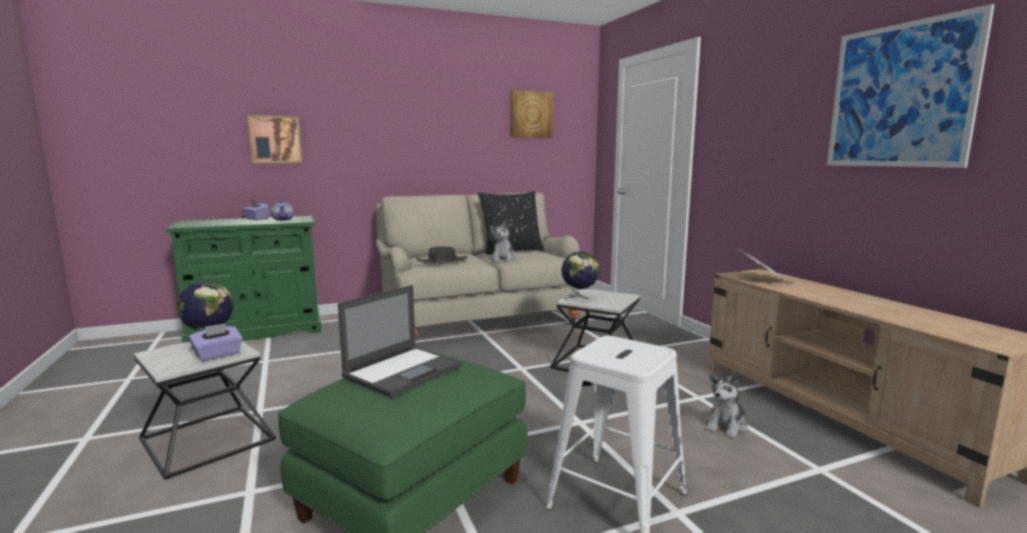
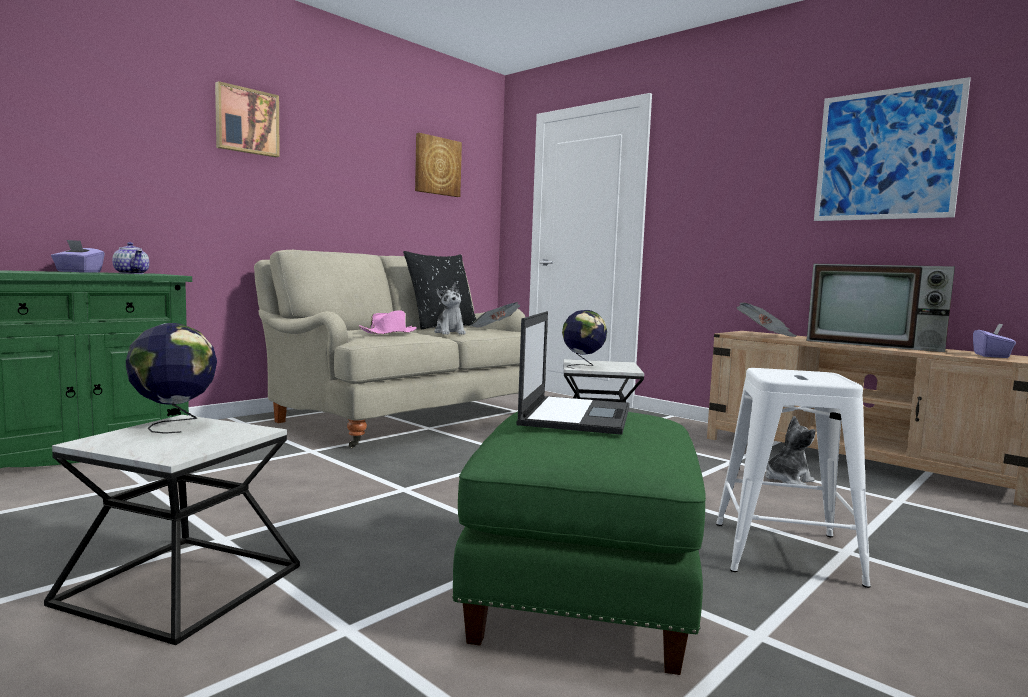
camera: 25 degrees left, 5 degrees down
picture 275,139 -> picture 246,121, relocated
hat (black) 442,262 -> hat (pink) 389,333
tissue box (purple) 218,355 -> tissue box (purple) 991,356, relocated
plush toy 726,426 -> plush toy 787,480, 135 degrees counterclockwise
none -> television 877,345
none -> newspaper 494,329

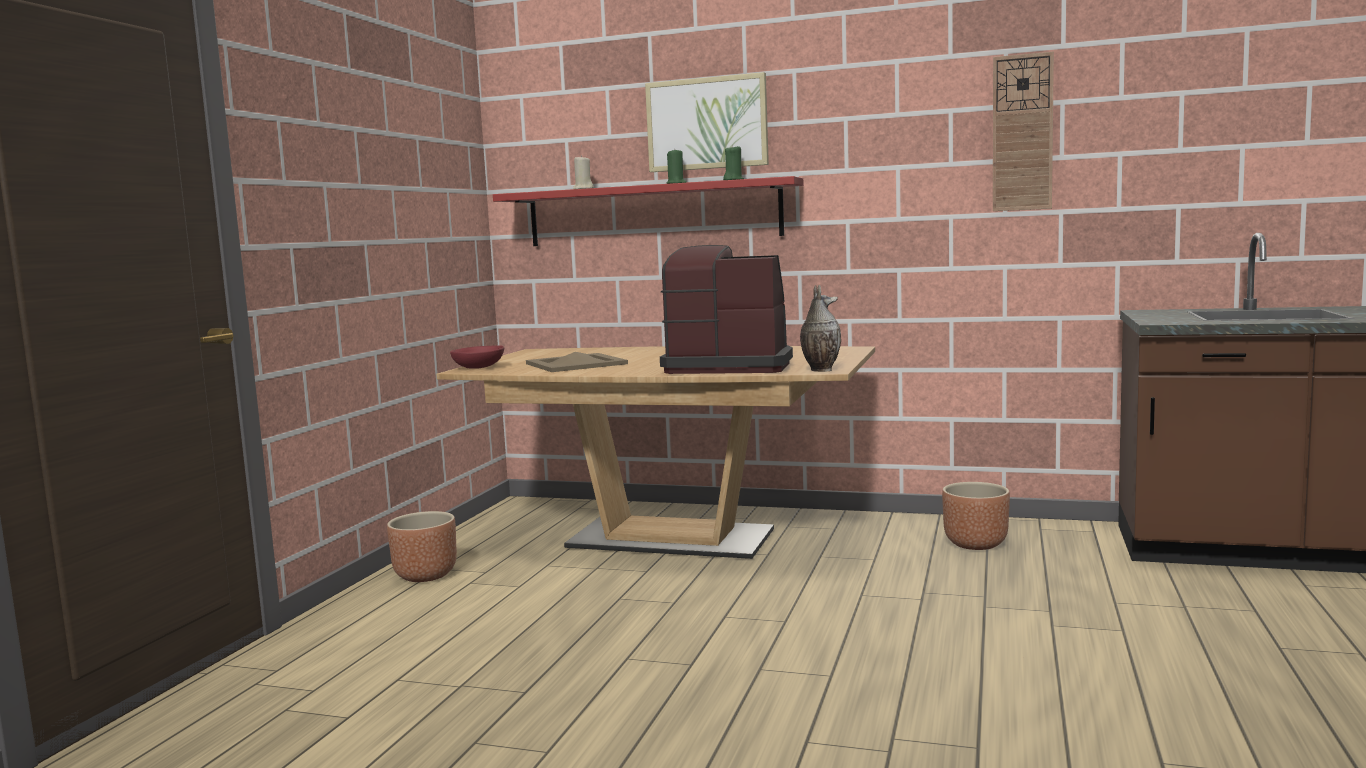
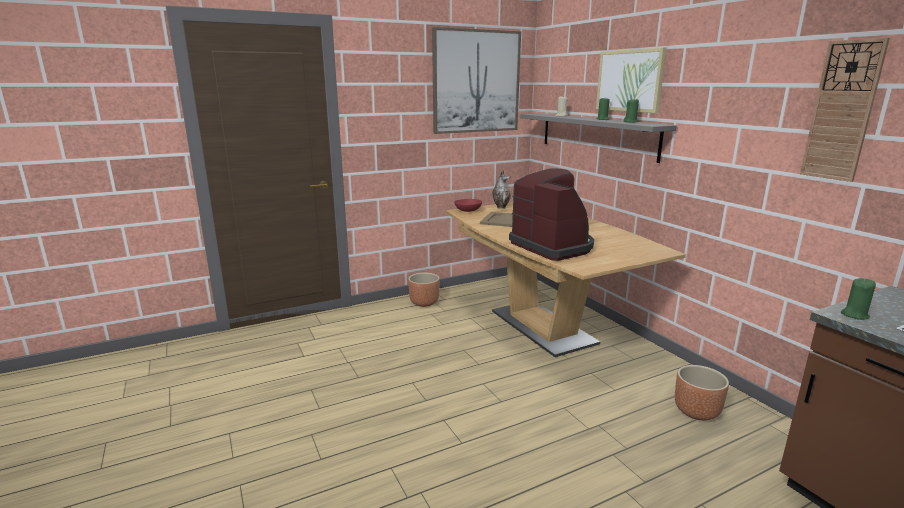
camera: 45 degrees right, 10 degrees up
shelf (red) 652,214 -> shelf (grey) 596,135
vase 820,370 -> vase 501,207, relocated
none -> picture 476,82
none -> candle (green) 854,315

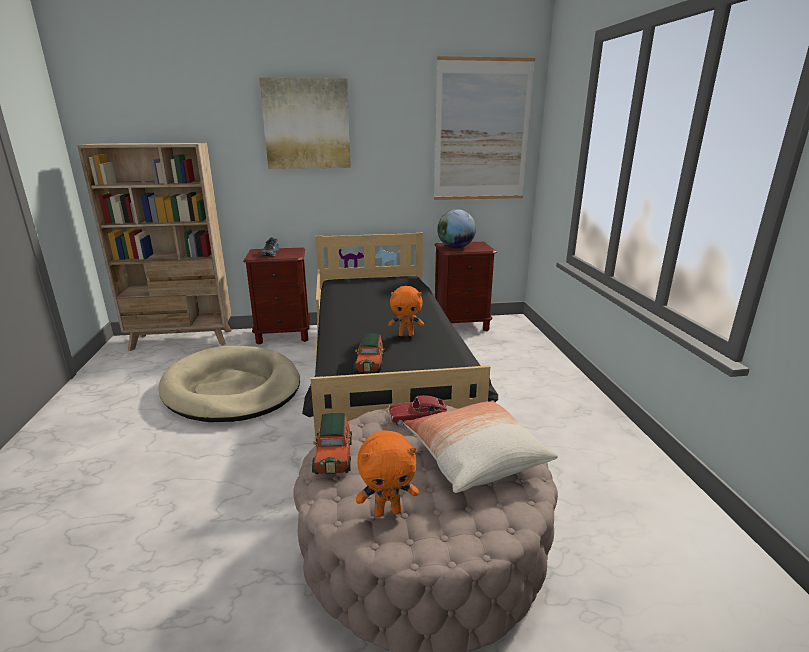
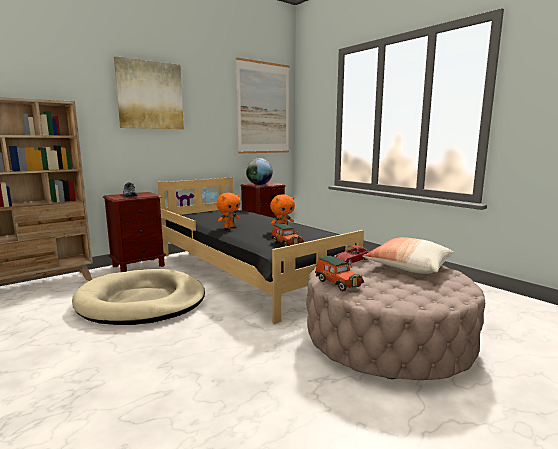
camera: 30 degrees left, 10 degrees down
plush toy (orange) 388,511 -> plush toy (orange) 229,227, relocated

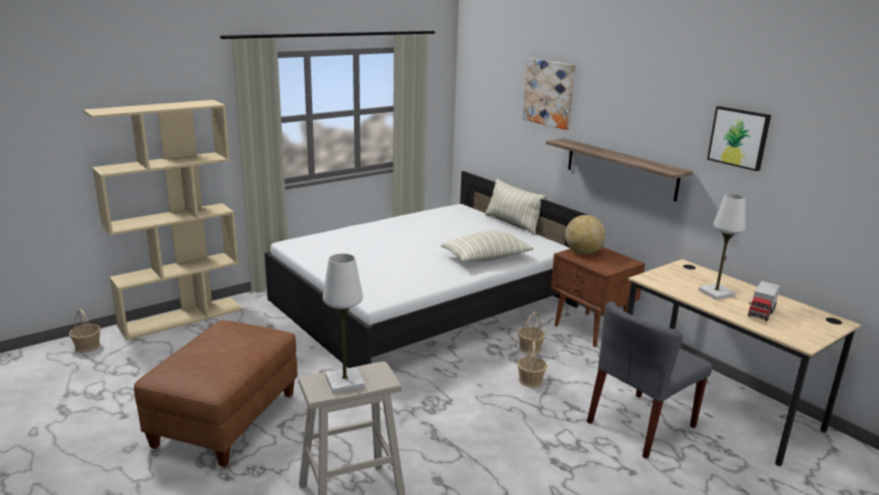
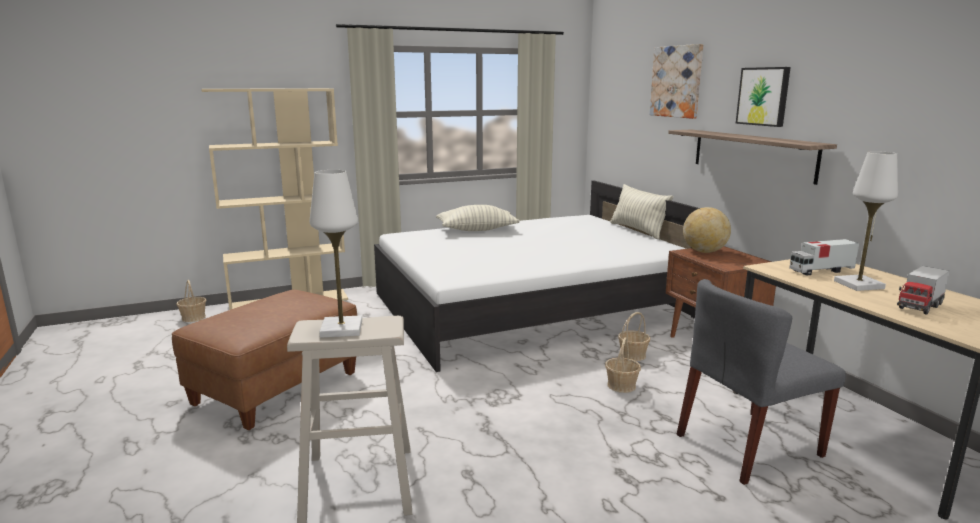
camera: 15 degrees right, 5 degrees down
picture 739,137 -> picture 763,96, relocated
pillow 486,258 -> pillow 477,230, relocated
none -> toy truck 821,271

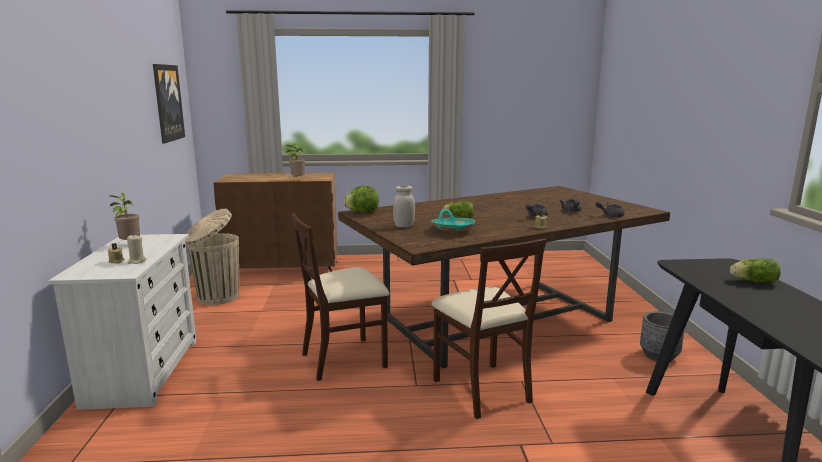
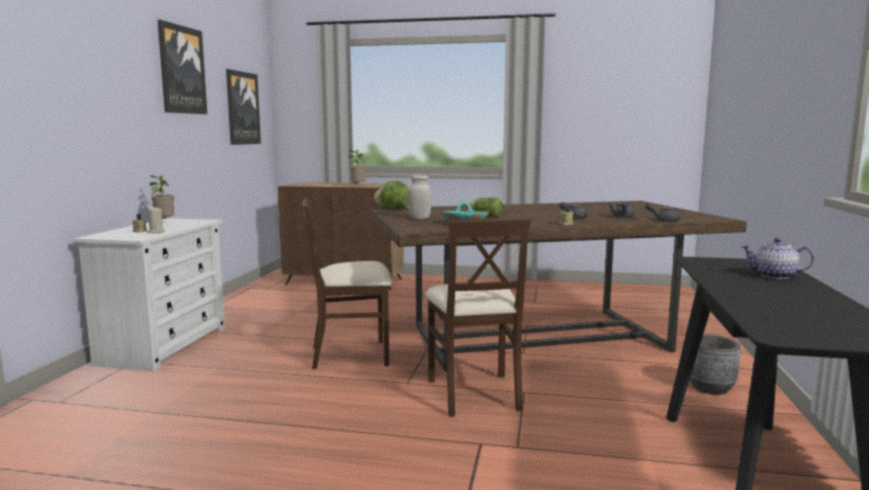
camera: 15 degrees right, 5 degrees down
trash can (beige) 217,297 -> none
lettuce 752,281 -> teapot 774,276
none -> picture 181,70

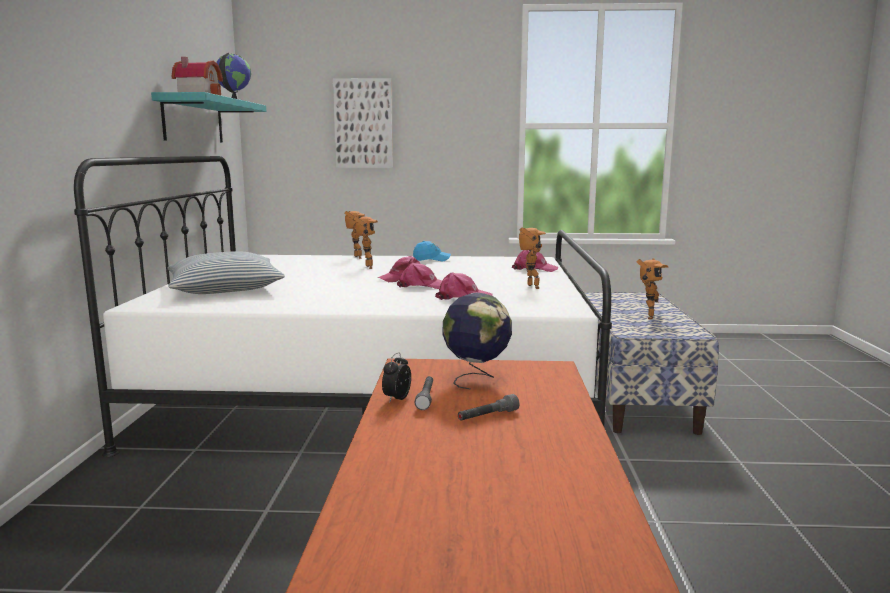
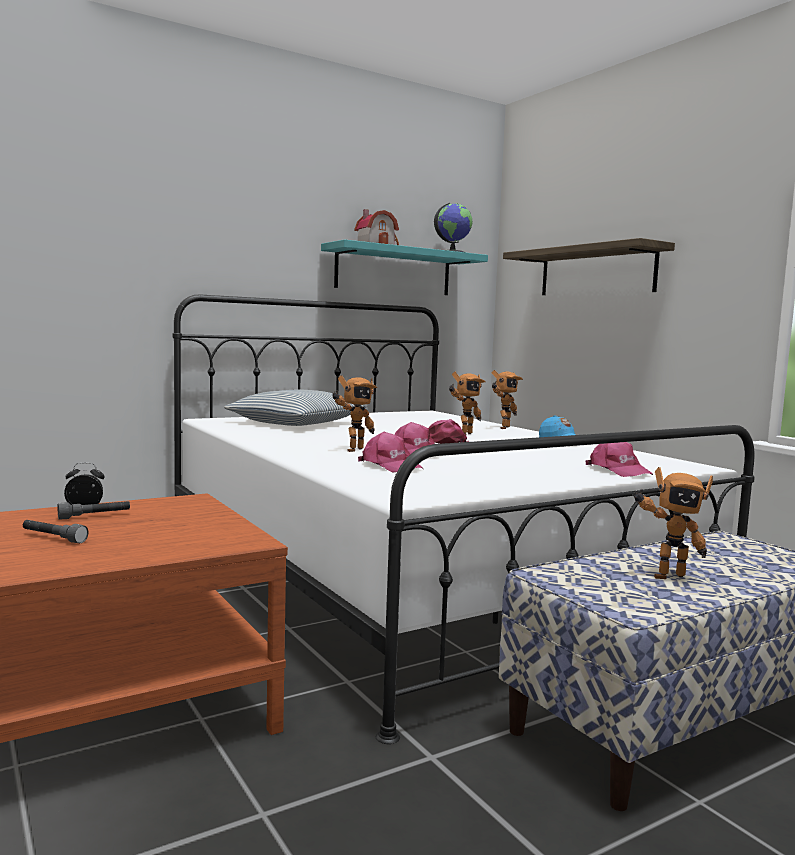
camera: 55 degrees right, 5 degrees down
picture 363,123 -> shelf 596,272
toy robot 530,287 -> toy robot 352,449, relocated
globe 476,379 -> none

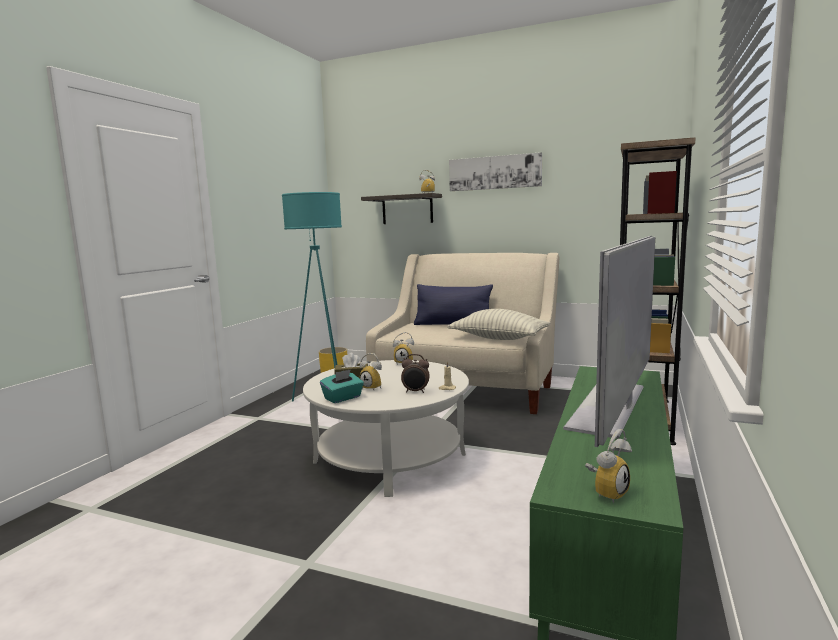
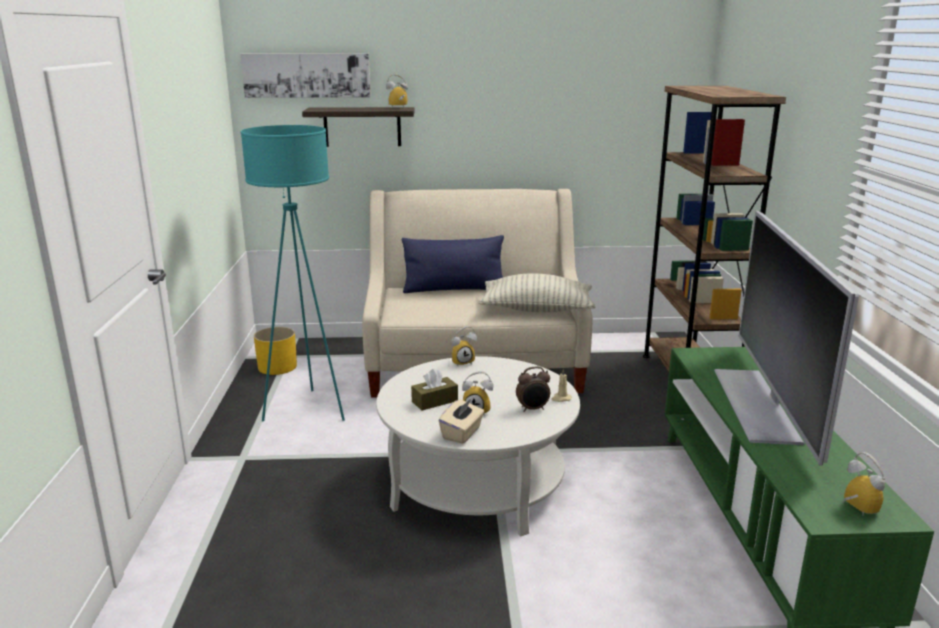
camera: 25 degrees left, 10 degrees up
picture 494,172 -> picture 307,75, relocated
tissue box (turquoise) 343,398 -> tissue box (beige) 462,433
alarm clock 607,492 -> alarm clock 855,509, 45 degrees counterclockwise

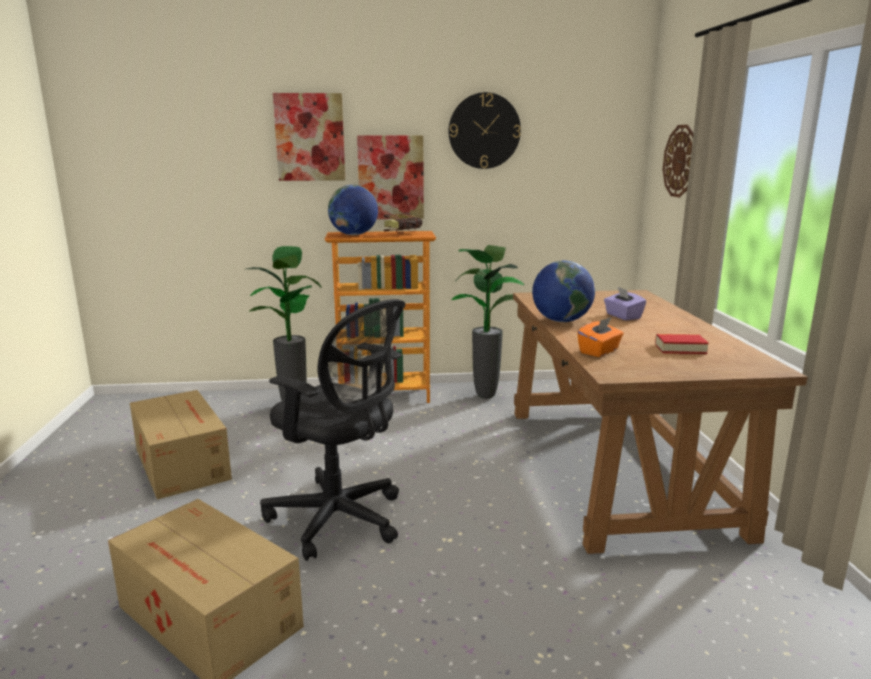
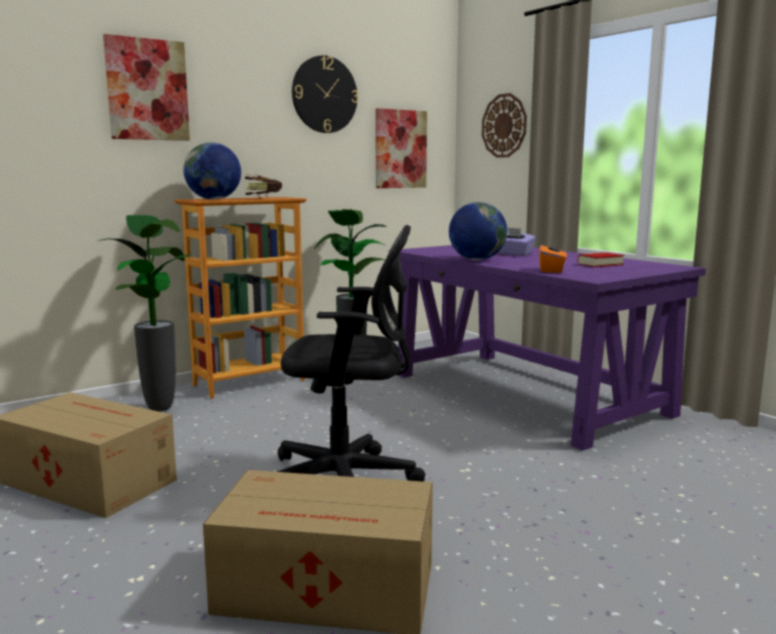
camera: 30 degrees left, 5 degrees down
picture 391,177 -> picture 400,149, relocated
desk (brown) 615,466 -> desk (purple) 526,393

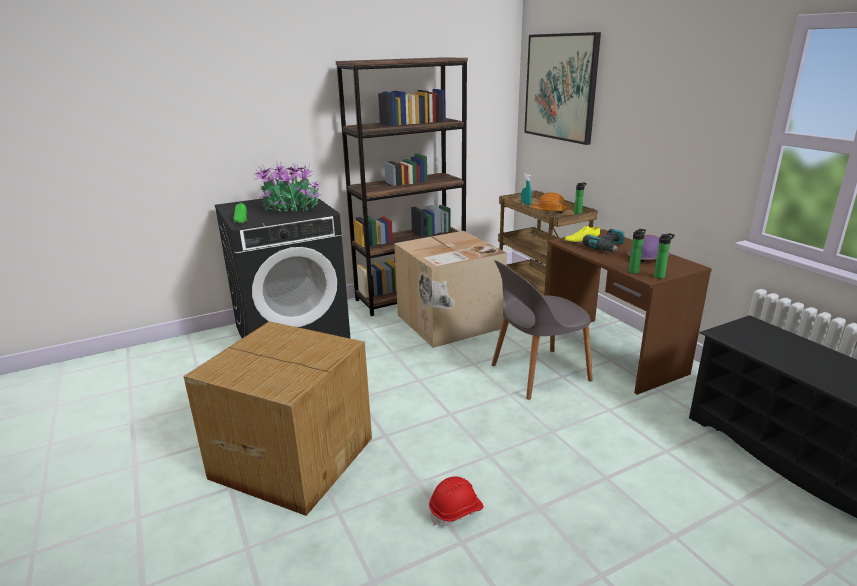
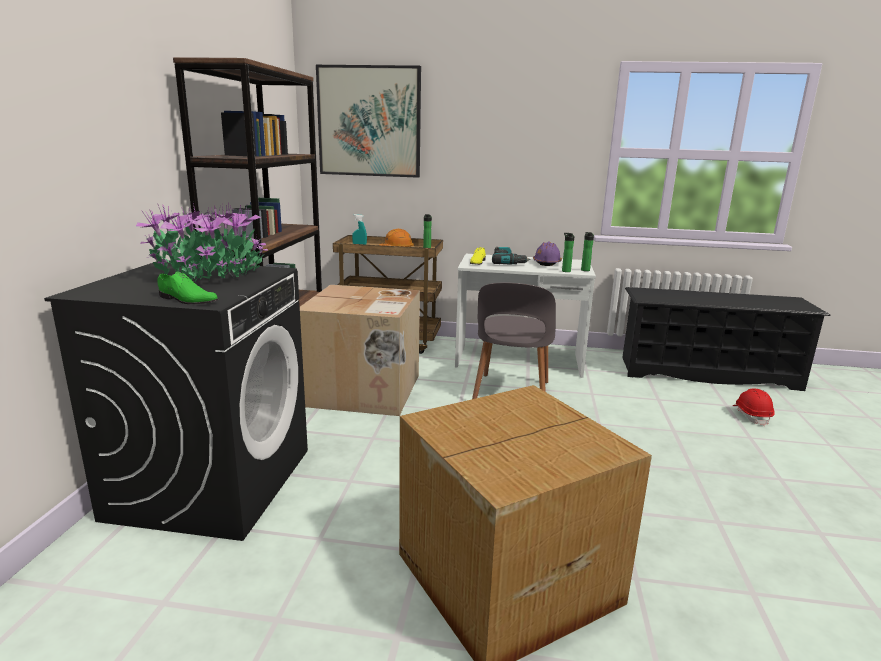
camera: 55 degrees left, 5 degrees down
desk (brown) 611,353 -> desk (white) 519,361
hard hat (red) 456,511 -> hard hat (red) 751,415, relocated

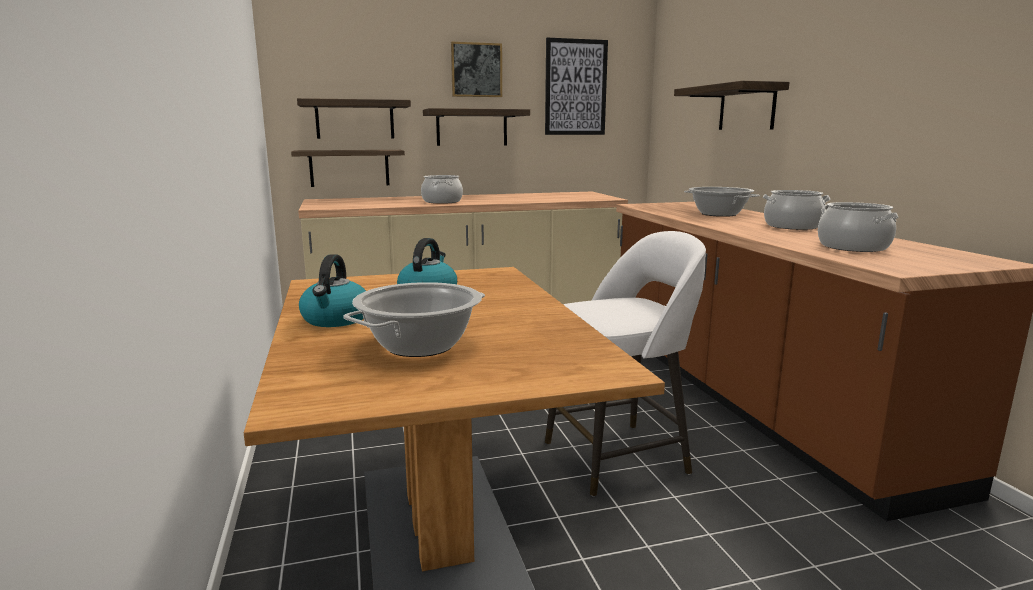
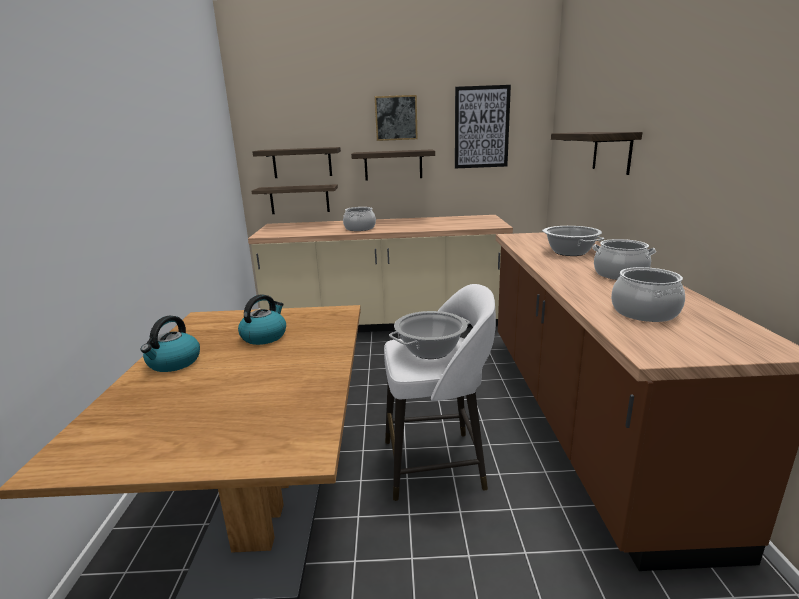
camera: 15 degrees right, 5 degrees up
cooking pot 420,345 -> cooking pot 430,350, relocated

